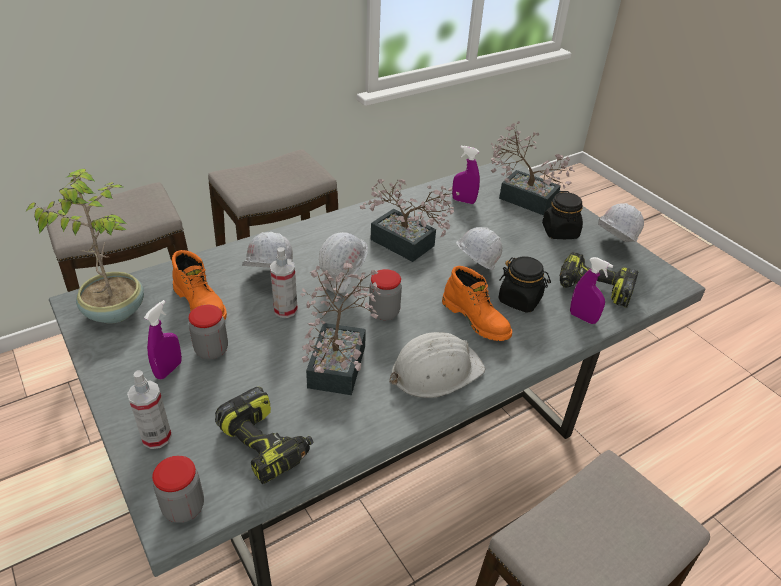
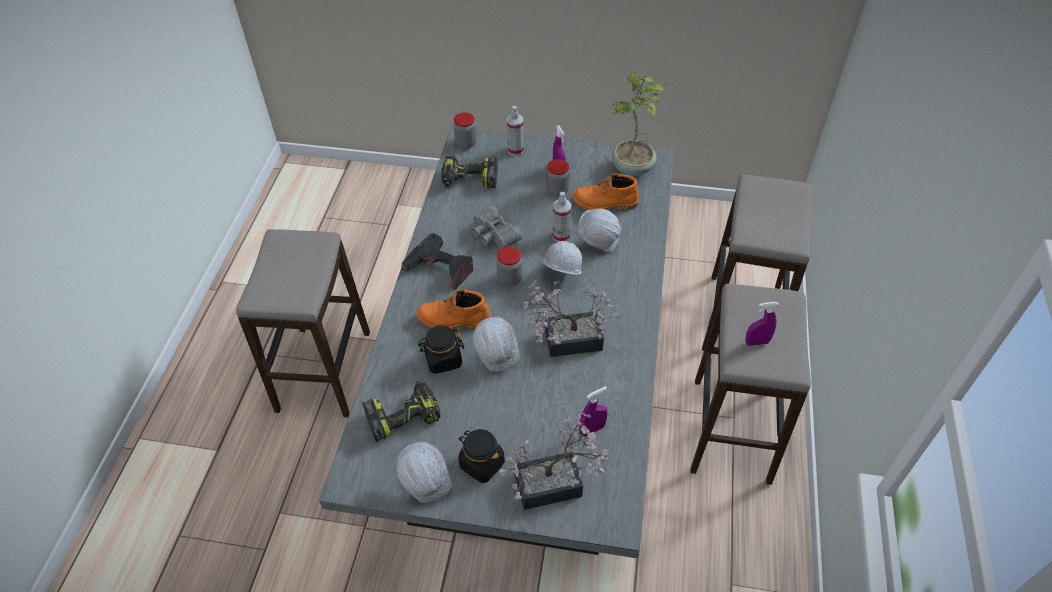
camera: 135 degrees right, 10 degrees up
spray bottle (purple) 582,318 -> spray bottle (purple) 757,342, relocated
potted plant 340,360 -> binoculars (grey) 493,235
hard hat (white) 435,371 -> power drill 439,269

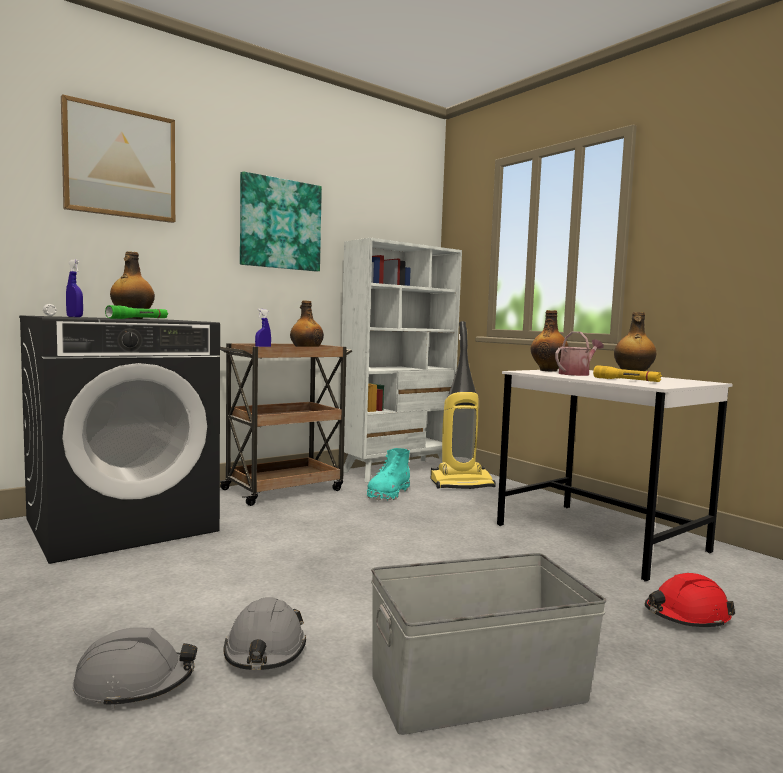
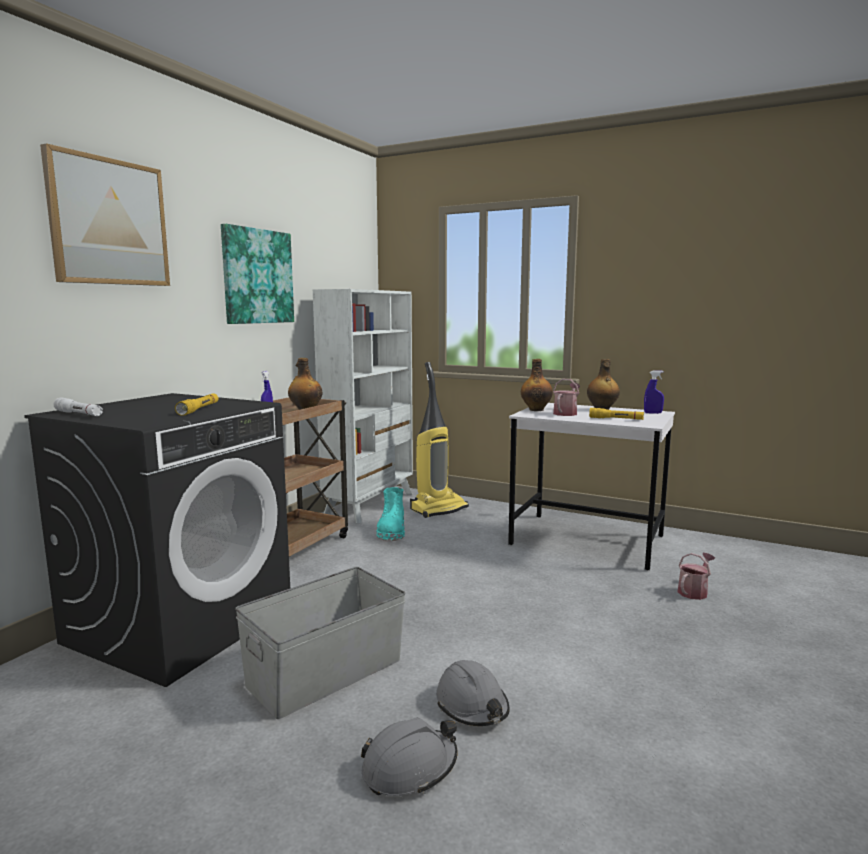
camera: 25 degrees left, 5 degrees up
bottle 132,318 -> none
spray bottle (blue) 74,317 -> spray bottle (blue) 653,413, relocated
flashlight (green) 138,319 -> flashlight (yellow) 199,409
storage box (grey) 479,689 -> storage box (grey) 326,672, relocated
hard hat (red) 686,616 -> watering can 694,591

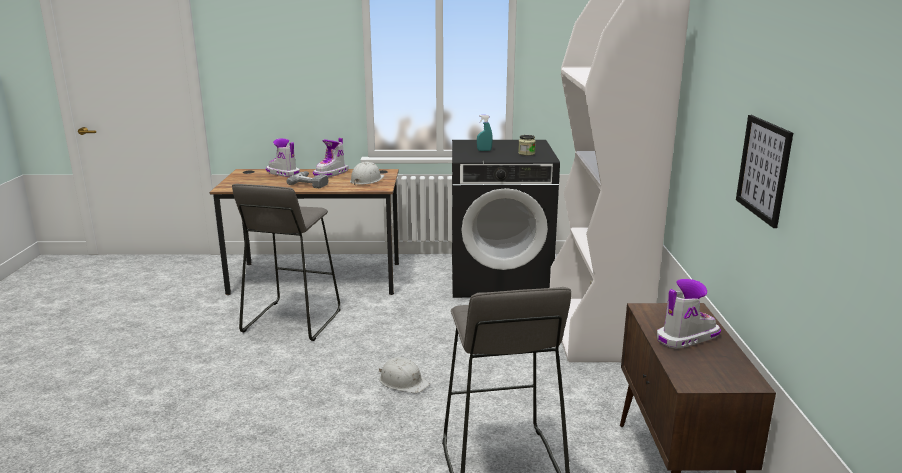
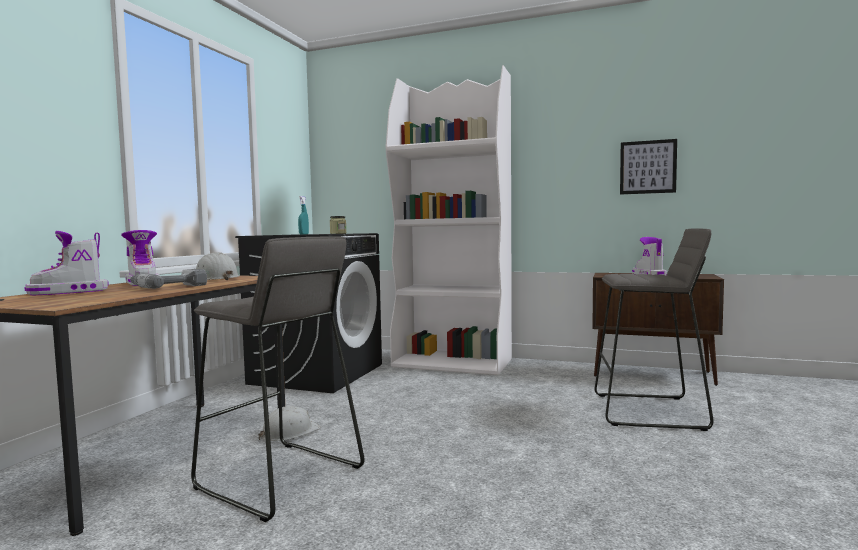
camera: 70 degrees left, 15 degrees down
hard hat (white) 403,381 -> hard hat (white) 289,433, relocated

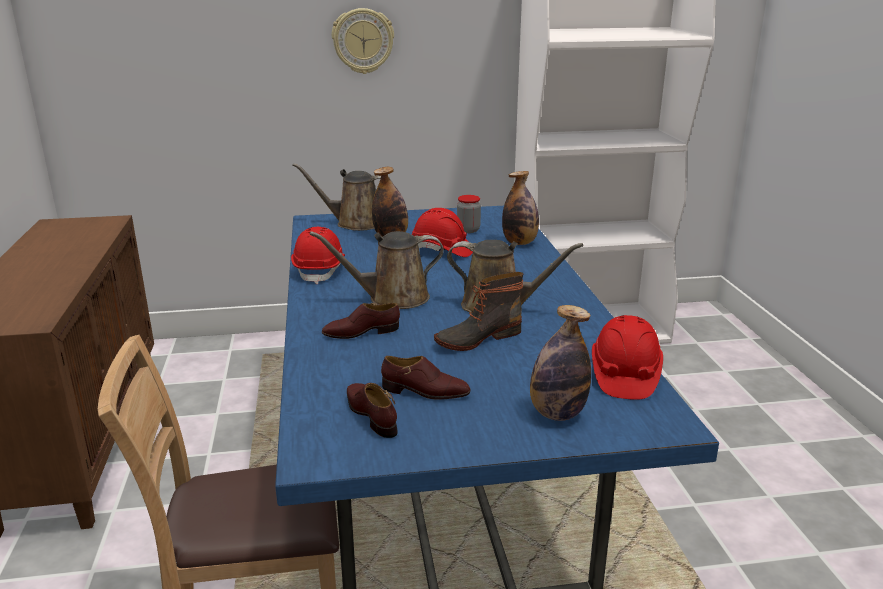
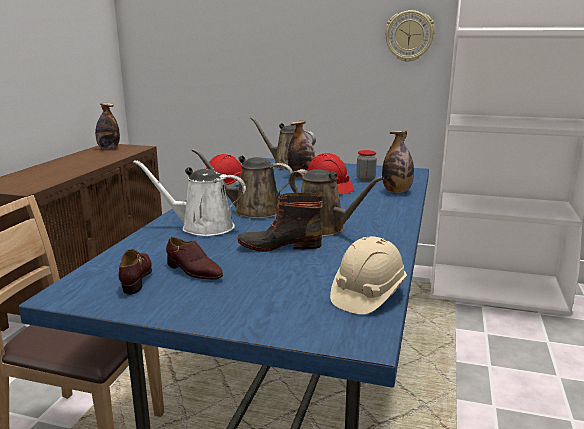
camera: 25 degrees right, 5 degrees down
wall clock 363,41 -> wall clock 409,36, relocated
shoe (brown) 361,332 -> watering can (white) 202,227
bottle 557,413 -> bottle 108,148, relocated
hard hat (red) 624,376 -> hard hat (beige) 367,294

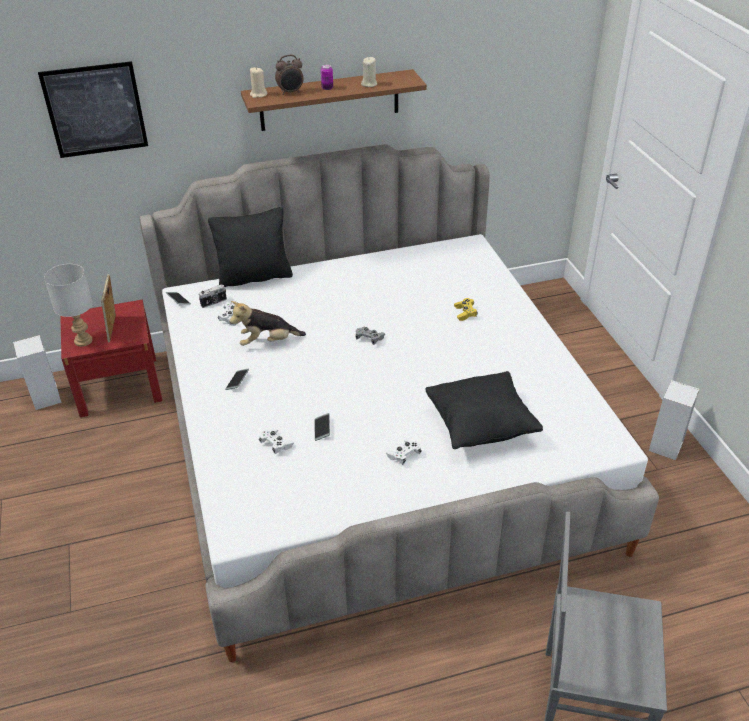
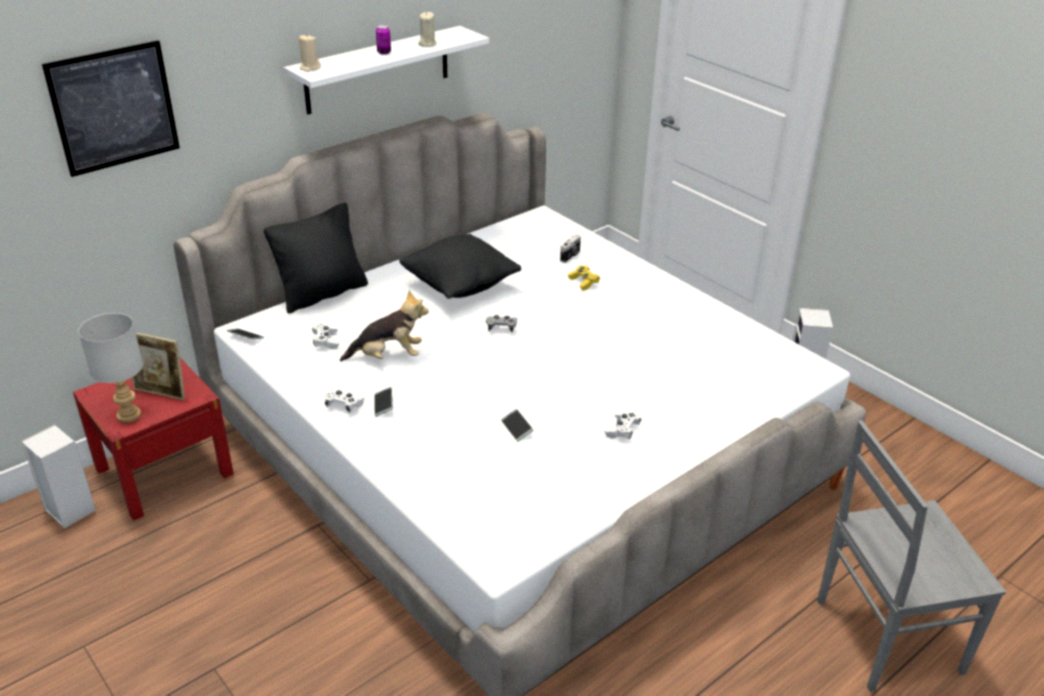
camera: 25 degrees left, 5 degrees down
alarm clock 290,92 -> none
shelf (brown) 329,100 -> shelf (white) 378,70
picture frame 113,329 -> picture frame 161,393, 45 degrees counterclockwise
photo camera 214,303 -> photo camera 571,256, relocated
plush toy 267,342 -> plush toy 388,356, 150 degrees counterclockwise
pillow (black) 480,427 -> pillow (black) 460,286, relocated
game controller (white) 276,445 -> game controller (white) 344,405, relocated

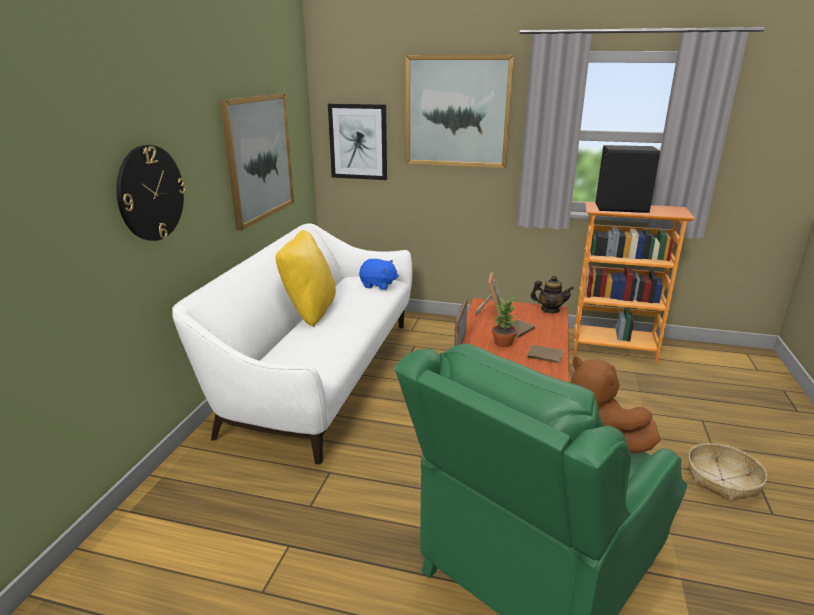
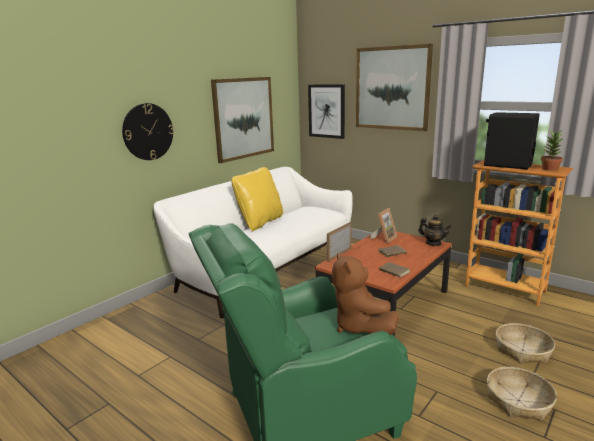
camera: 25 degrees right, 5 degrees down
plush toy (blue) 378,285 -> none
potted plant 503,343 -> potted plant 550,169, relocated
none -> basket 523,350

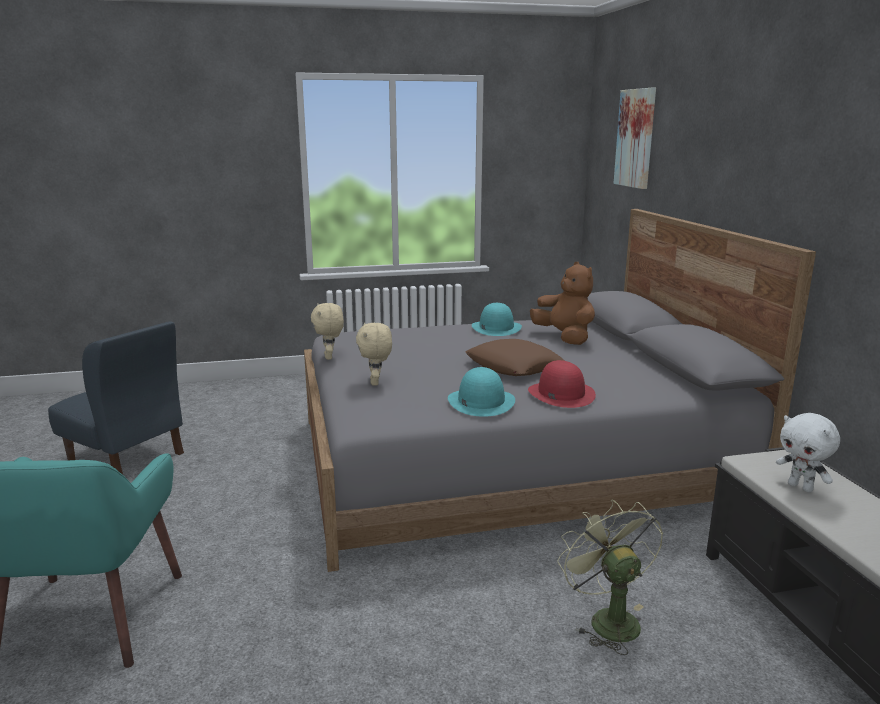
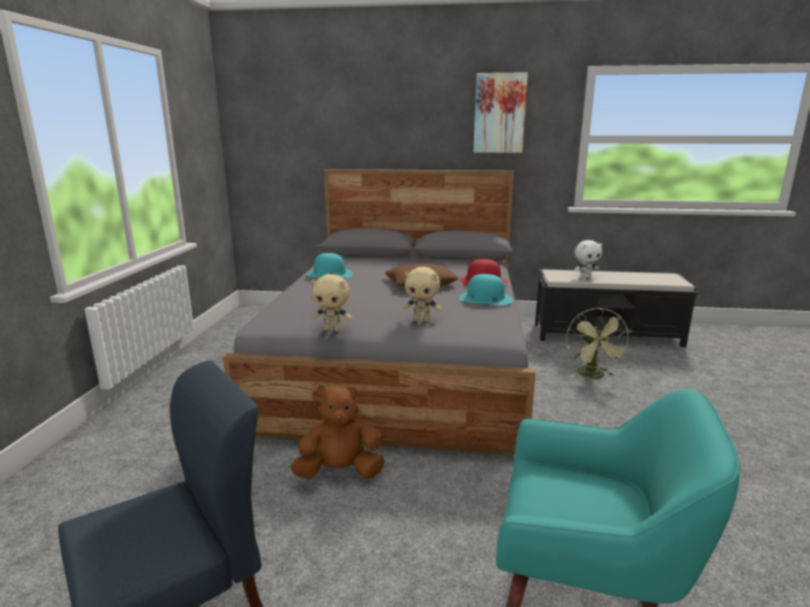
camera: 70 degrees left, 0 degrees up
picture 636,138 -> picture 499,113, relocated
plush toy (brown) 565,338 -> plush toy (brown) 340,472, relocated
fan (green) 607,619 -> fan (green) 593,376, 90 degrees counterclockwise

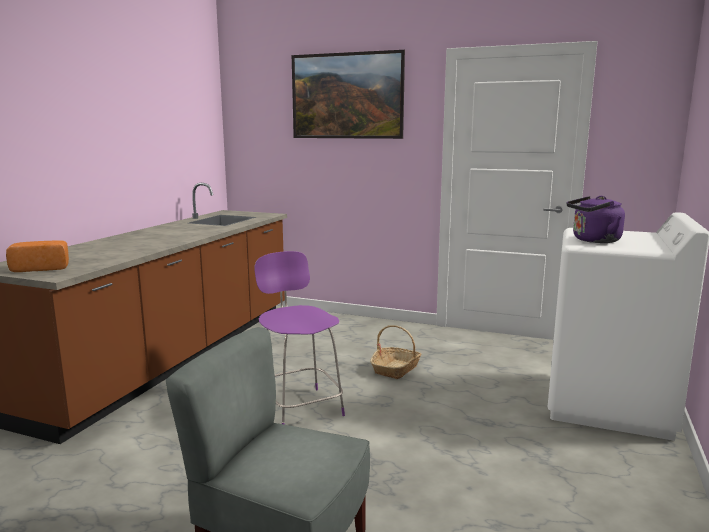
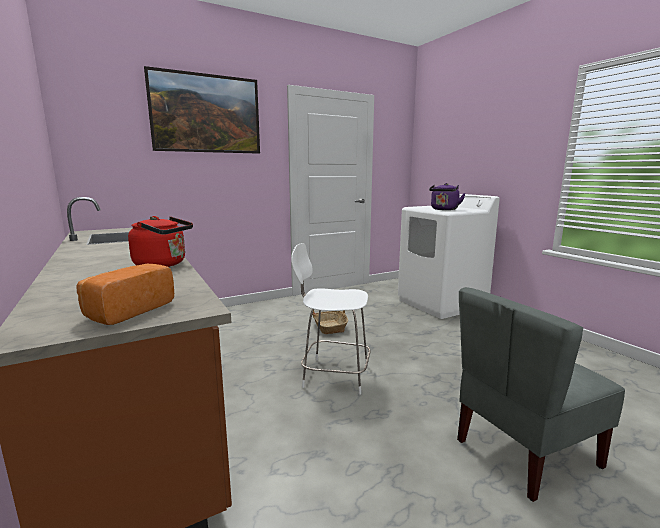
camera: 50 degrees left, 0 degrees up
chair (purple) 299,407 -> chair (white) 333,375
none -> kettle (red) 163,264

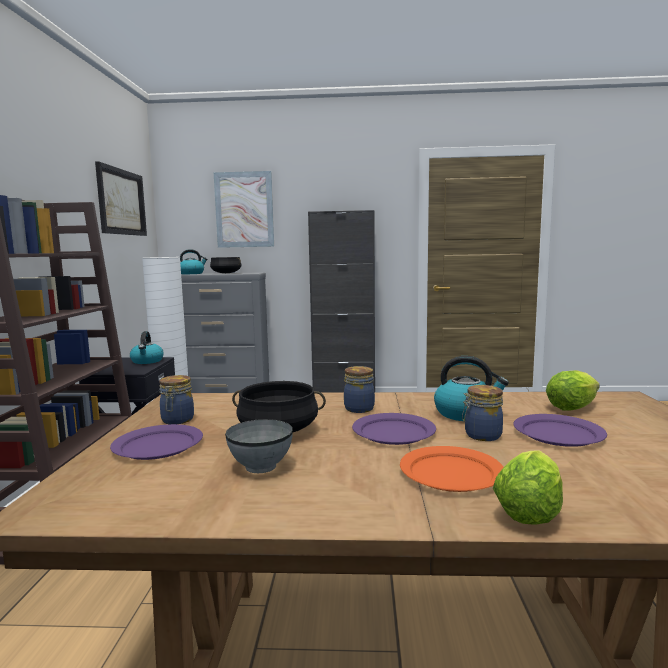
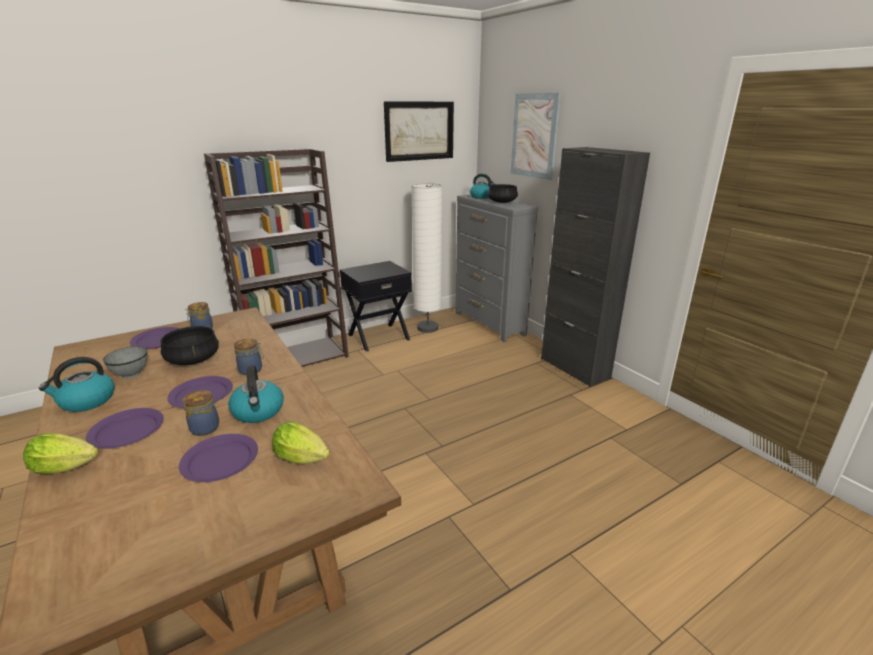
camera: 55 degrees right, 15 degrees up
kettle 147,361 -> kettle 86,401, relocated
plate (orange) 450,473 -> plate (purple) 126,430

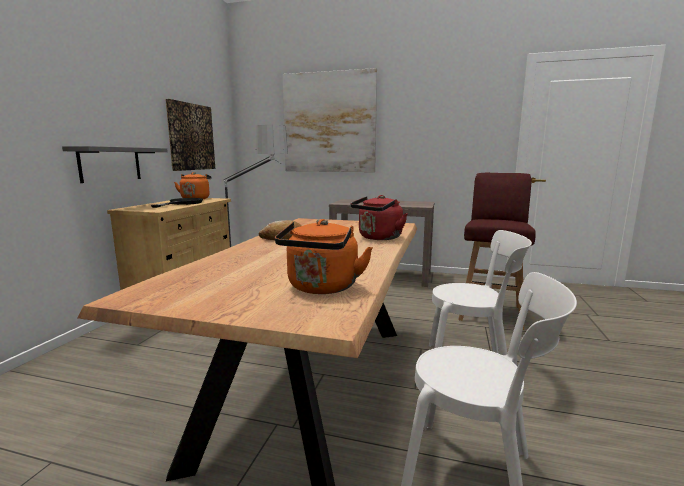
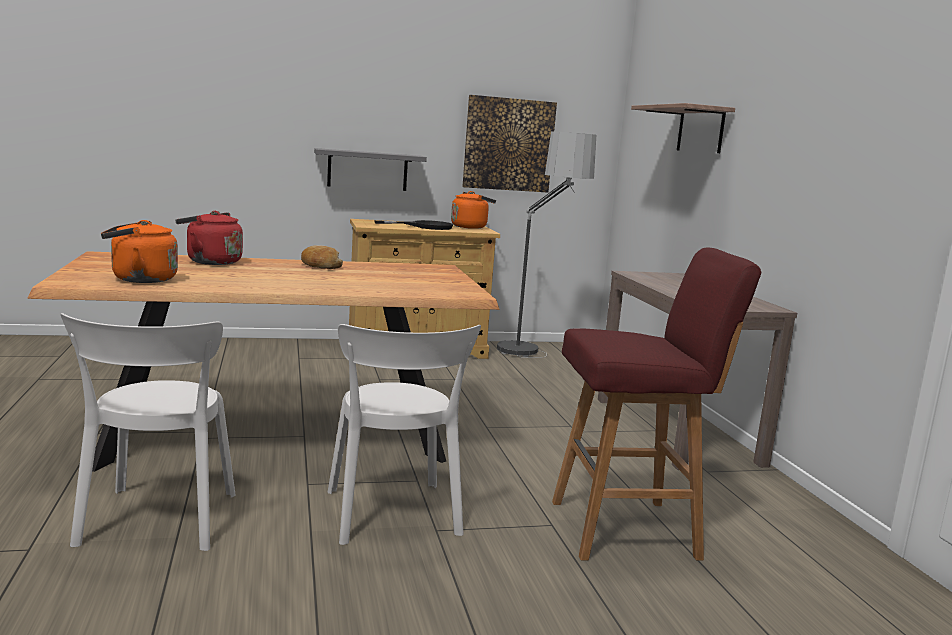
camera: 60 degrees right, 0 degrees up
picture 329,123 -> shelf 700,130
kettle (red) 378,238 -> kettle (red) 210,262, relocated

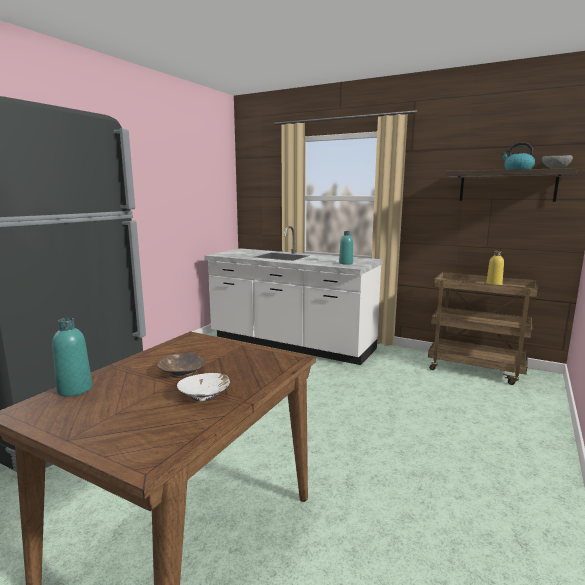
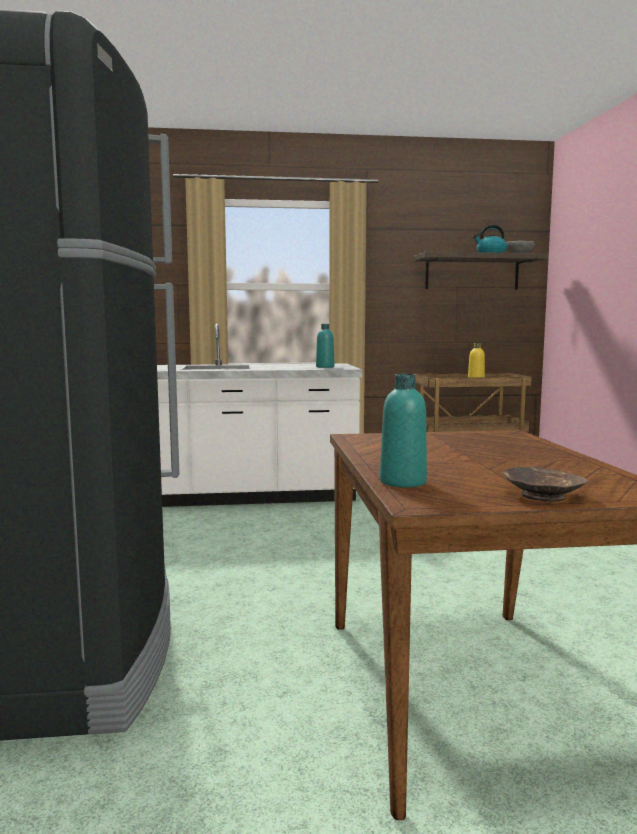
camera: 35 degrees left, 5 degrees down
bowl (brown) 181,372 -> bowl (brown) 542,495, relocated
bowl (white) 204,394 -> none

